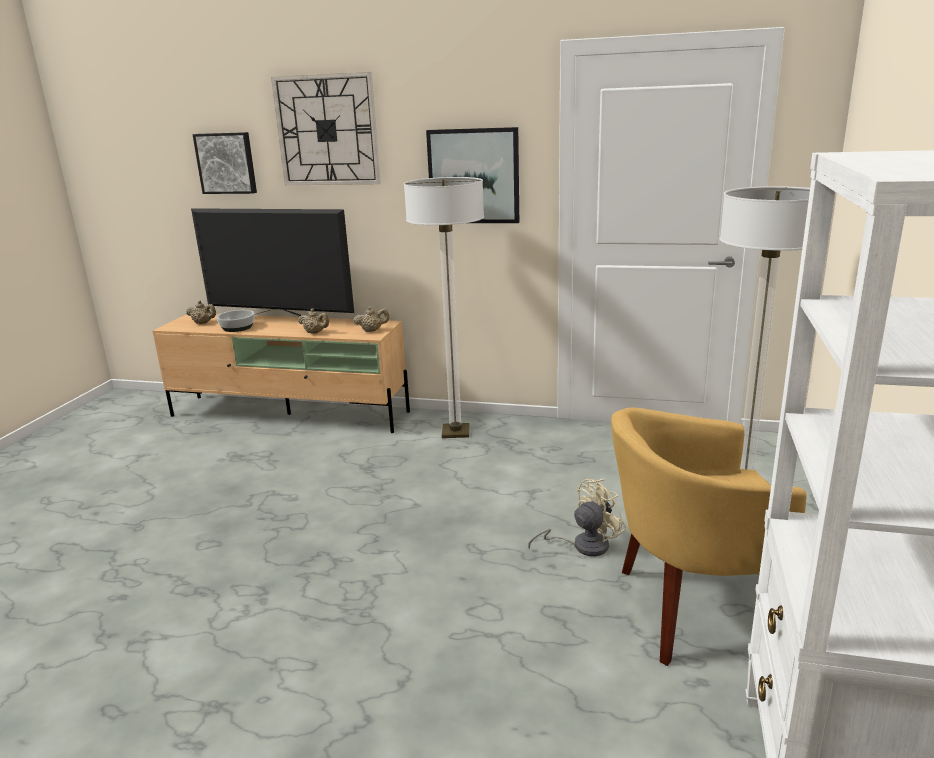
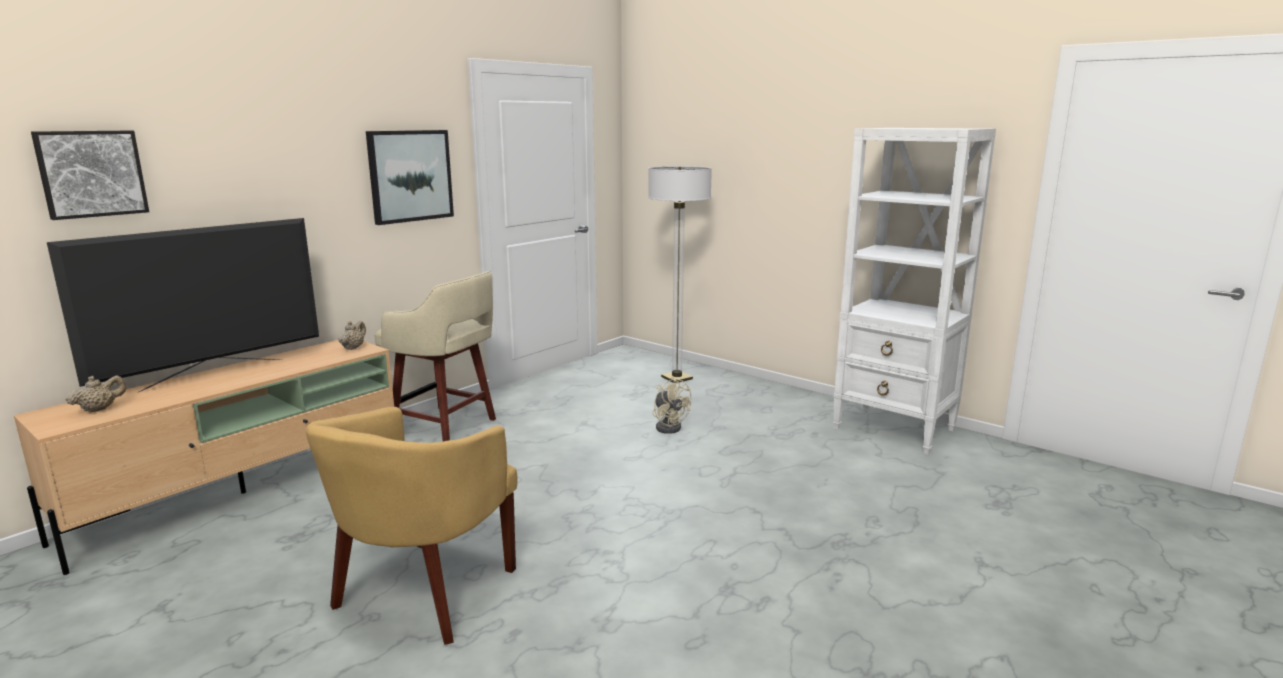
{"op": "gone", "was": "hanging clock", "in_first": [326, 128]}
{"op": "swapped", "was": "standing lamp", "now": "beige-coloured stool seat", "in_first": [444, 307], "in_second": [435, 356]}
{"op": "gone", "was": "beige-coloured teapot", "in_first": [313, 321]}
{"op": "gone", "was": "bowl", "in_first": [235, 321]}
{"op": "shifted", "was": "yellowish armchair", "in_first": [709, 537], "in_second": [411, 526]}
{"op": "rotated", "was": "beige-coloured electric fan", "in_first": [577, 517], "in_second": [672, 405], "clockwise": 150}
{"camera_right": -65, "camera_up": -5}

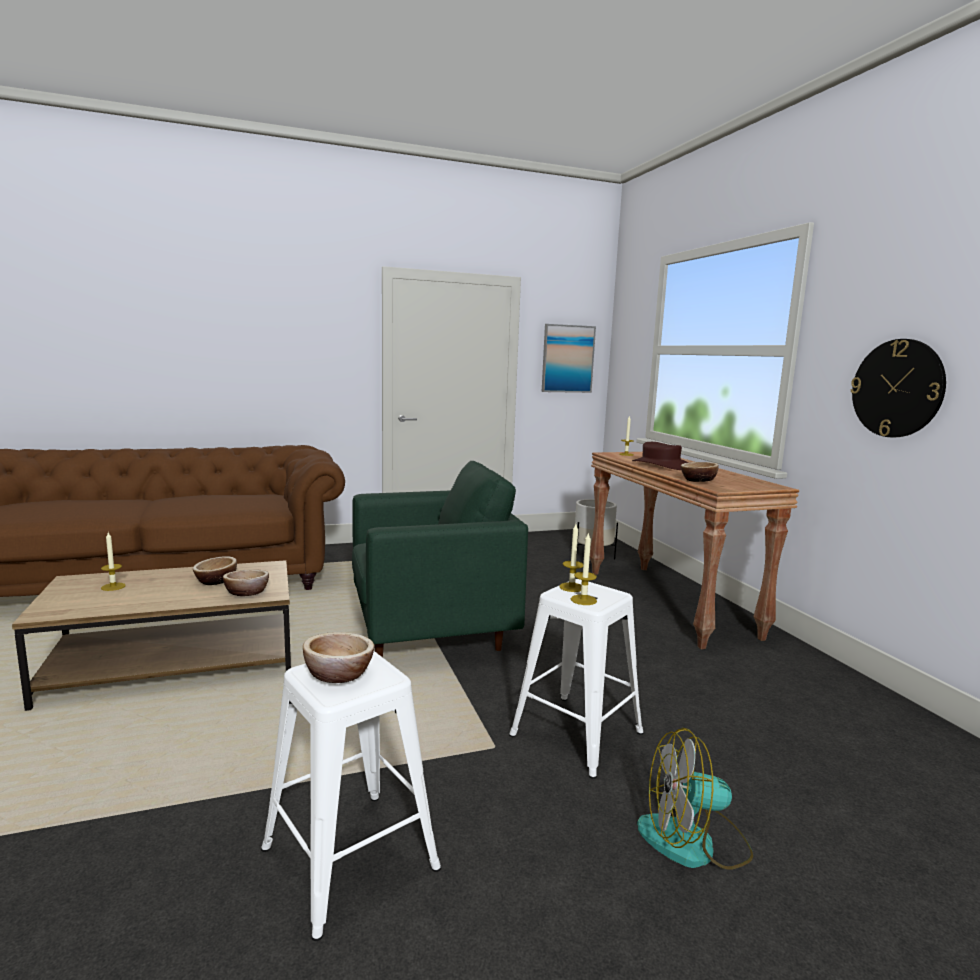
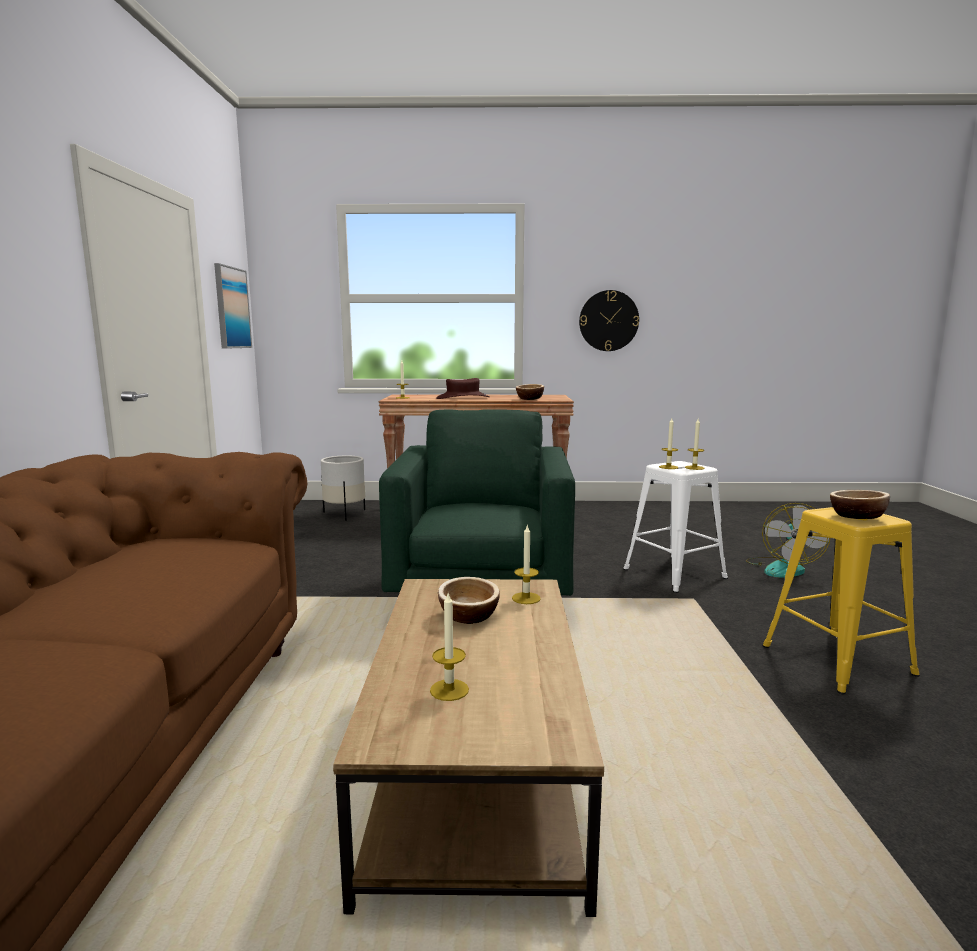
{"op": "swapped", "was": "bowl", "now": "wax light", "in_first": [246, 582], "in_second": [526, 564]}
{"op": "repainted", "was": "whitish stool seat", "now": "yellowish stool seat", "in_first": [351, 796], "in_second": [841, 600]}
{"camera_right": -70, "camera_up": 0}

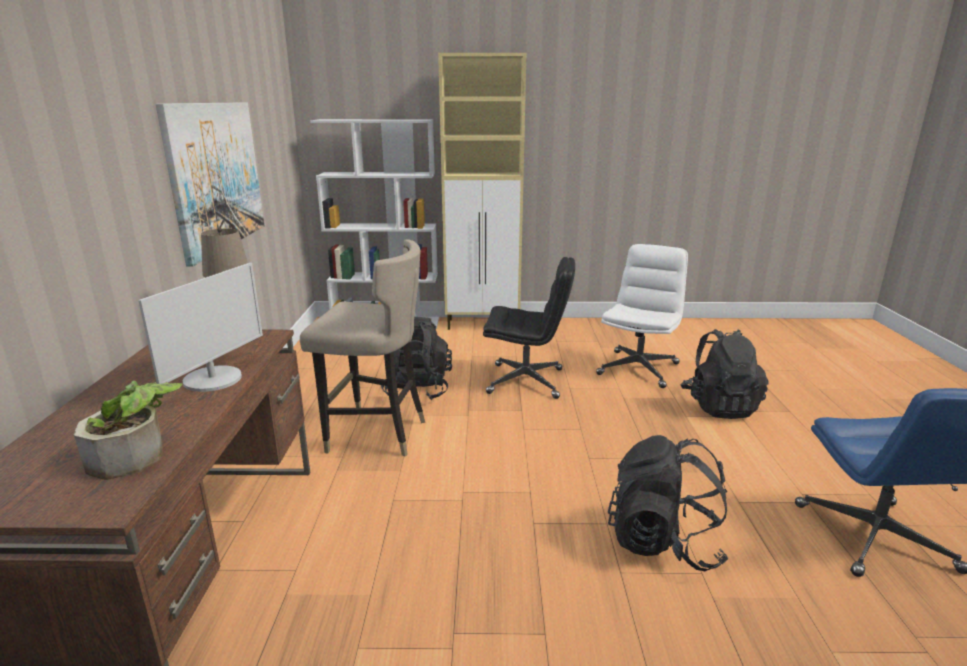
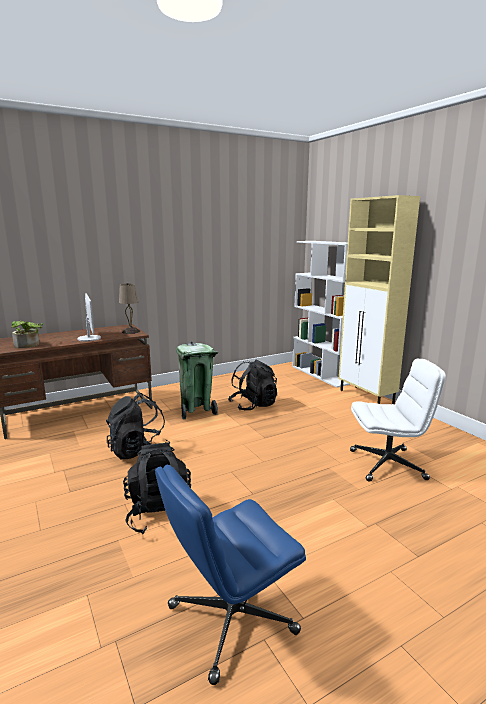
{"op": "gone", "was": "wall picture", "in_first": [210, 185]}
{"op": "swapped", "was": "beige-coloured stool seat", "now": "greenish rubbish bin", "in_first": [362, 348], "in_second": [197, 380]}
{"op": "gone", "was": "black office chair", "in_first": [529, 328]}
{"op": "rotated", "was": "monitor", "in_first": [200, 327], "in_second": [89, 317], "clockwise": -105}
{"op": "shifted", "was": "black rucksack", "in_first": [724, 374], "in_second": [138, 426]}
{"camera_right": 60, "camera_up": -5}

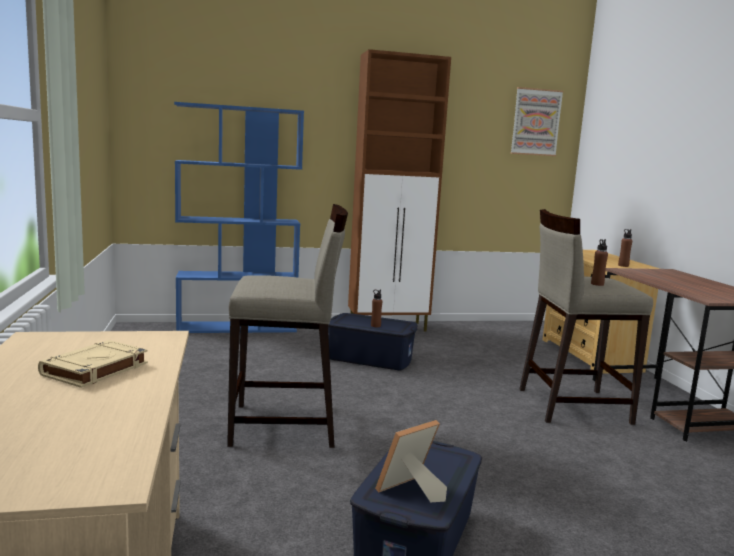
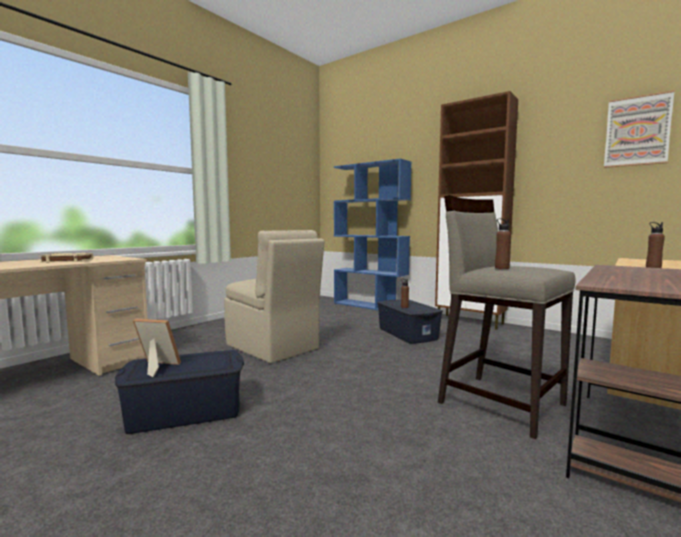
{"op": "swapped", "was": "beige-coloured stool seat", "now": "beige-coloured plain chair", "in_first": [287, 326], "in_second": [274, 296]}
{"camera_right": 50, "camera_up": -5}

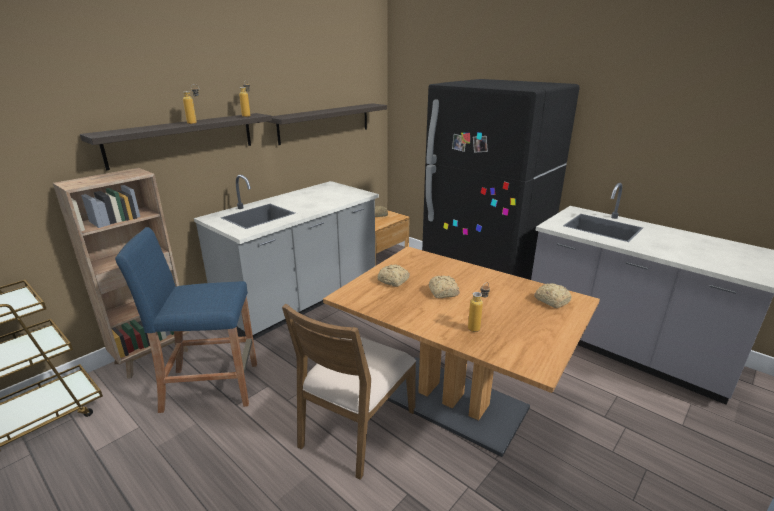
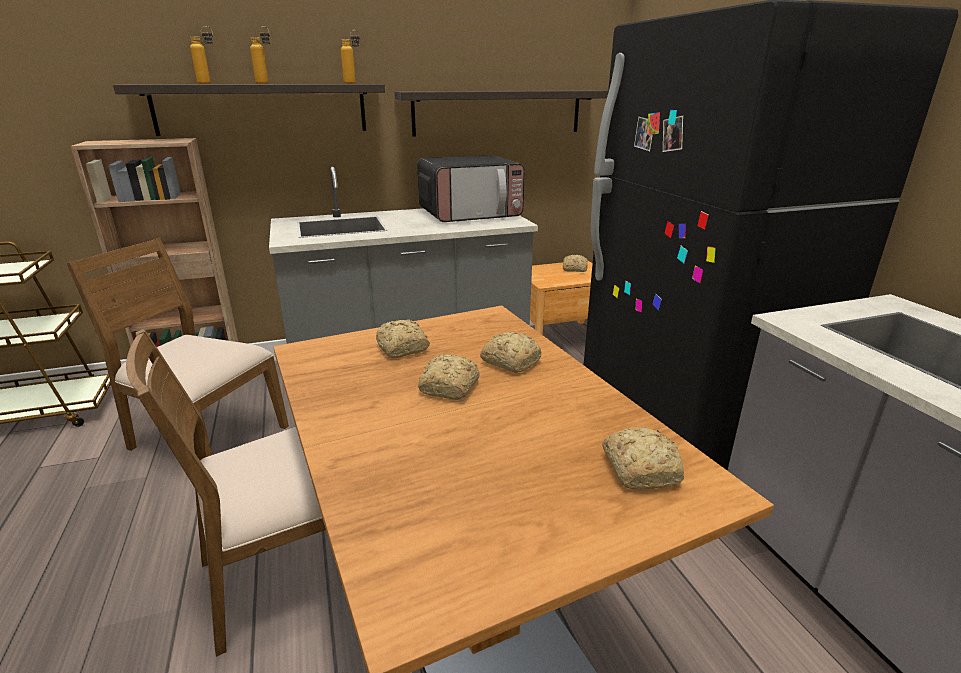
{"op": "swapped", "was": "blue-coloured stool seat", "now": "brown plain chair", "in_first": [186, 320], "in_second": [177, 347]}
{"op": "shifted", "was": "drink bottle", "in_first": [479, 307], "in_second": [201, 55]}
{"op": "new", "now": "microwave", "in_second": [471, 188]}
{"op": "new", "now": "bread", "in_second": [510, 352]}
{"camera_right": 30, "camera_up": 0}

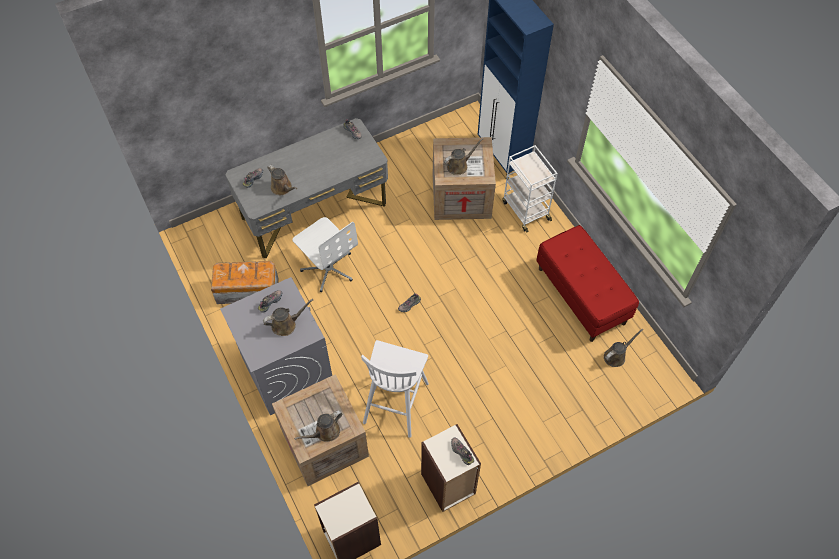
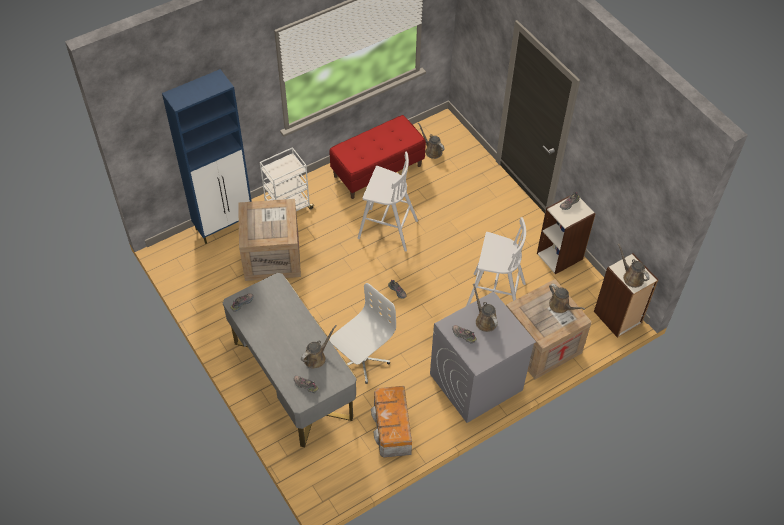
{"op": "shifted", "was": "brown watering pot", "in_first": [463, 156], "in_second": [634, 266]}
{"op": "new", "now": "whitish stool seat", "in_second": [387, 202]}
{"camera_right": -95, "camera_up": -5}

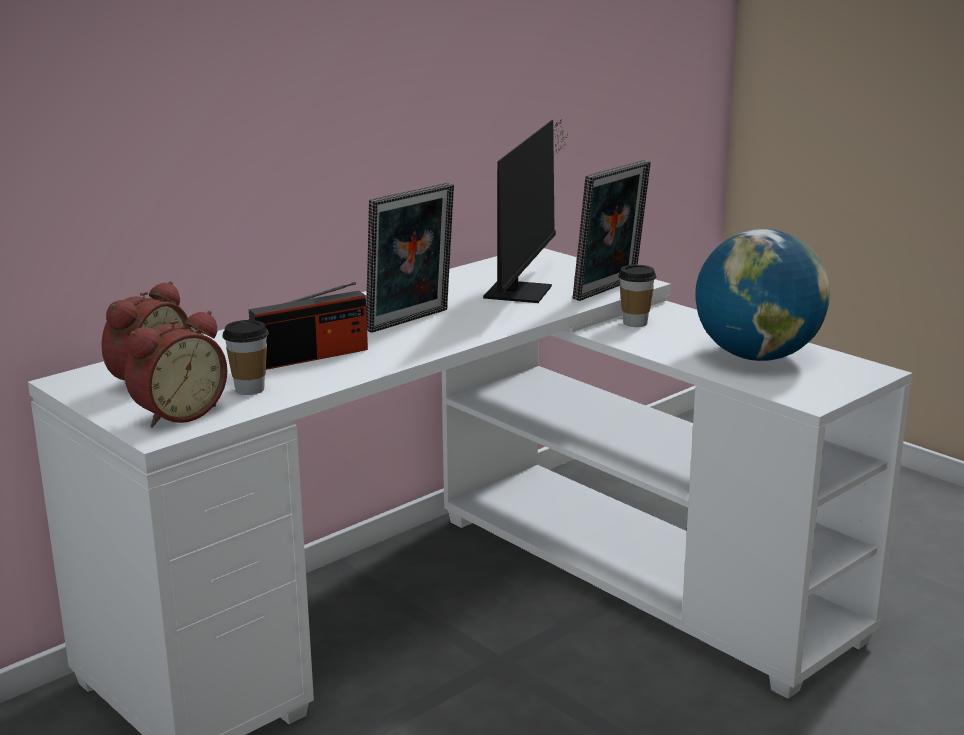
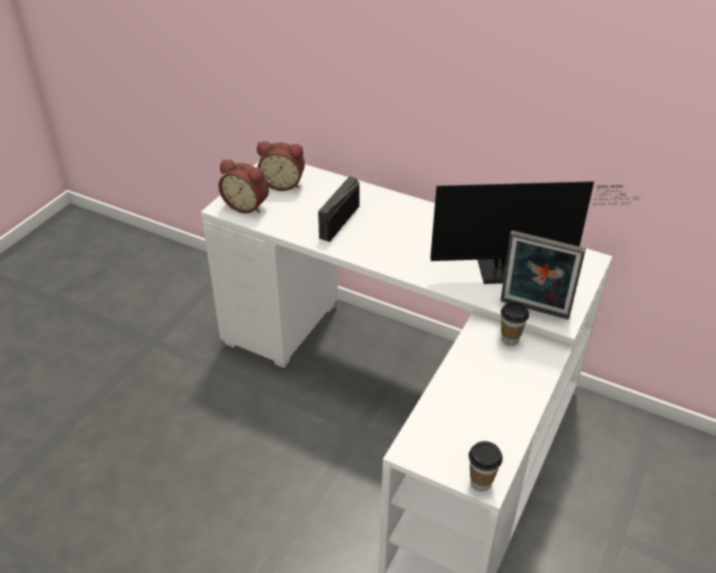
{"op": "gone", "was": "standing frame", "in_first": [410, 258]}
{"op": "gone", "was": "globe", "in_first": [762, 295]}
{"op": "rotated", "was": "radio set", "in_first": [308, 326], "in_second": [339, 209], "clockwise": 75}
{"op": "shifted", "was": "small cup", "in_first": [245, 357], "in_second": [486, 466]}
{"camera_right": 70, "camera_up": 20}

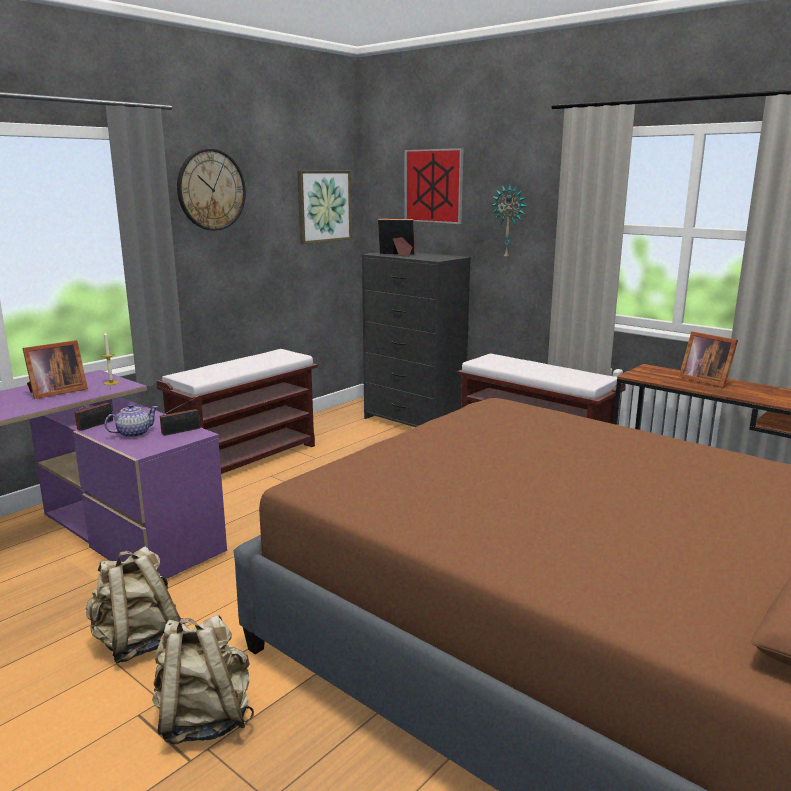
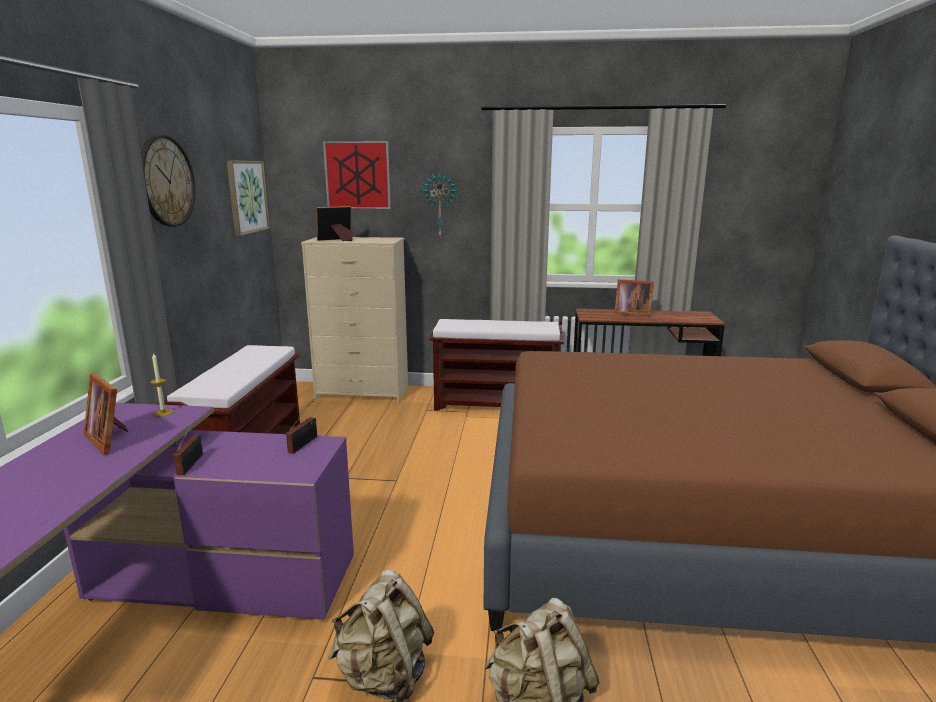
{"op": "repainted", "was": "black dresser", "now": "beige-coloured dresser", "in_first": [416, 339], "in_second": [354, 320]}
{"op": "rotated", "was": "standing frame", "in_first": [55, 369], "in_second": [105, 414], "clockwise": 120}
{"op": "gone", "was": "teapot", "in_first": [131, 421]}
{"camera_right": -35, "camera_up": 0}

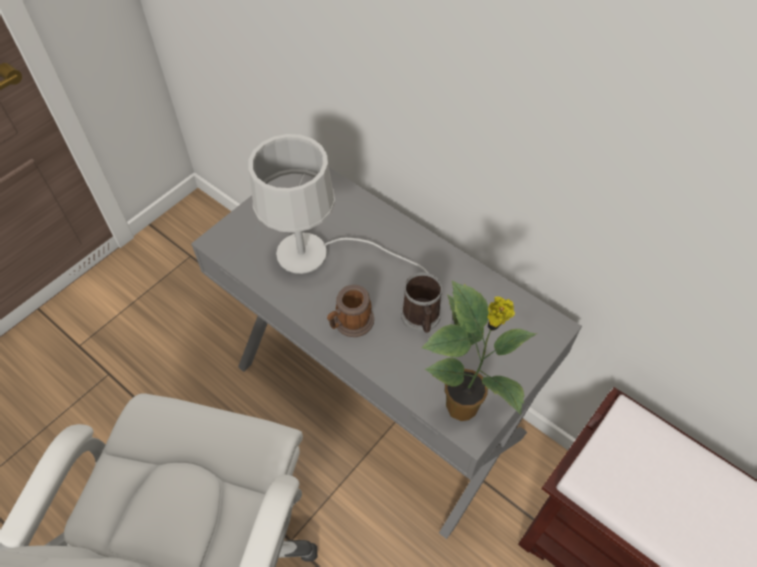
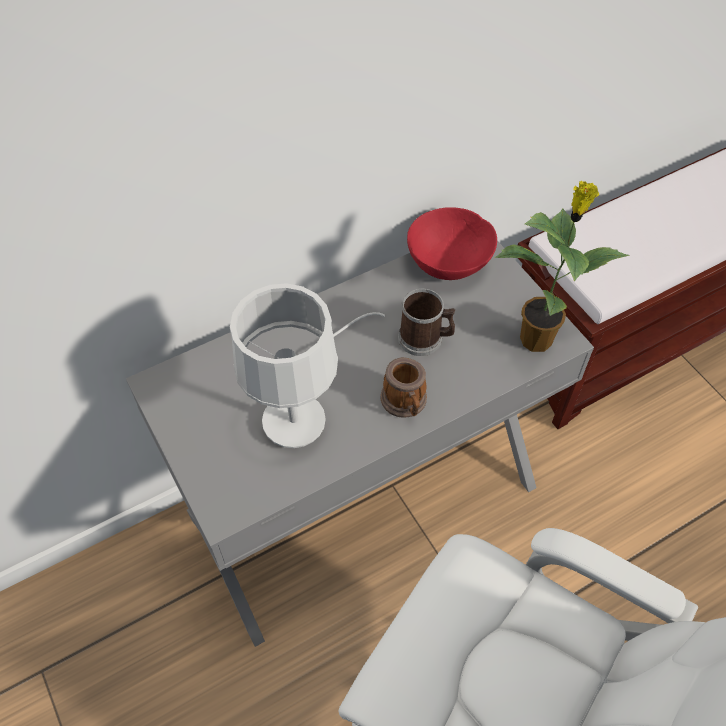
{"op": "new", "now": "reddish bowl", "in_second": [452, 243]}
{"camera_right": -70, "camera_up": 0}

